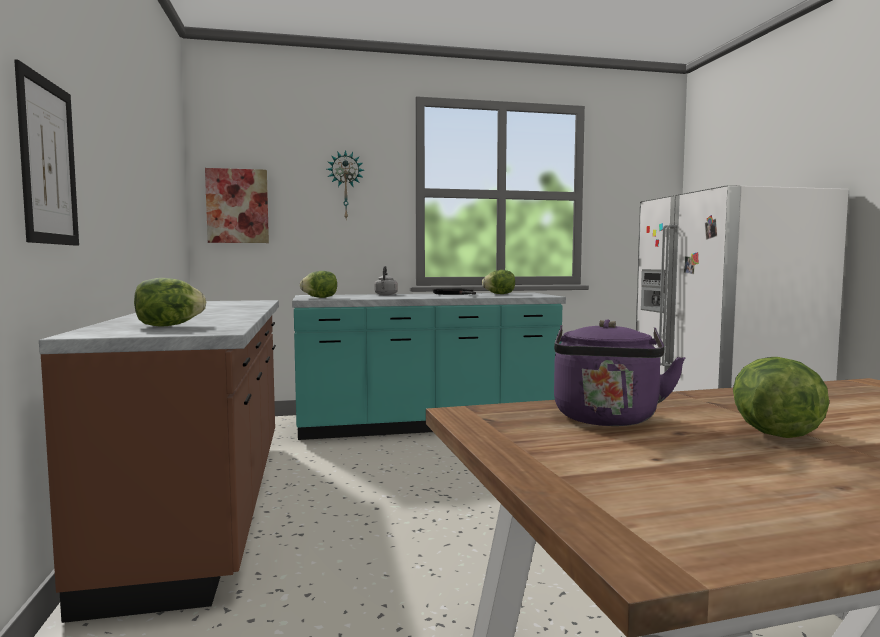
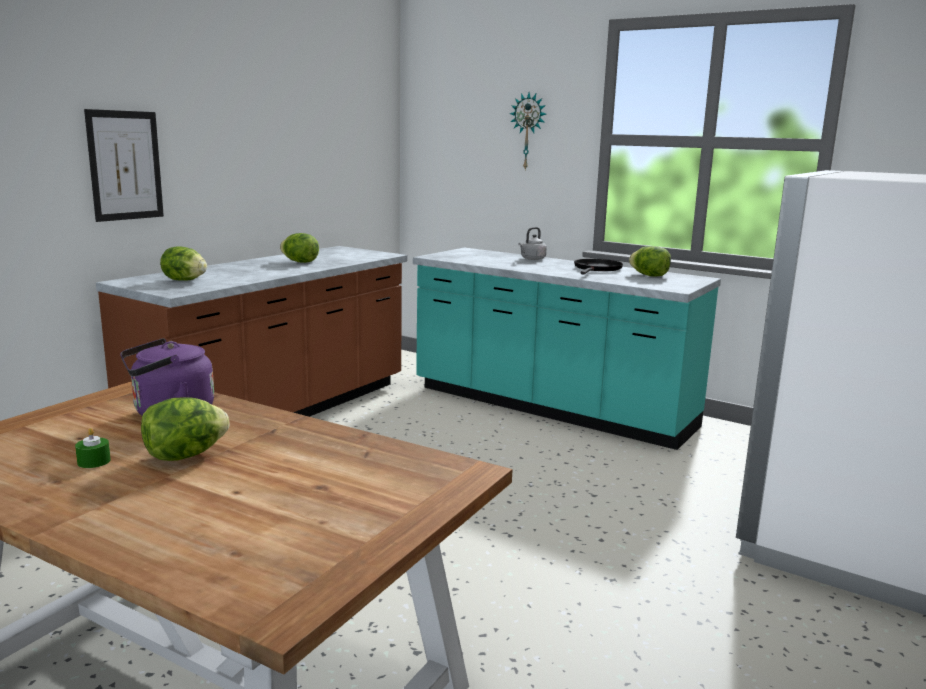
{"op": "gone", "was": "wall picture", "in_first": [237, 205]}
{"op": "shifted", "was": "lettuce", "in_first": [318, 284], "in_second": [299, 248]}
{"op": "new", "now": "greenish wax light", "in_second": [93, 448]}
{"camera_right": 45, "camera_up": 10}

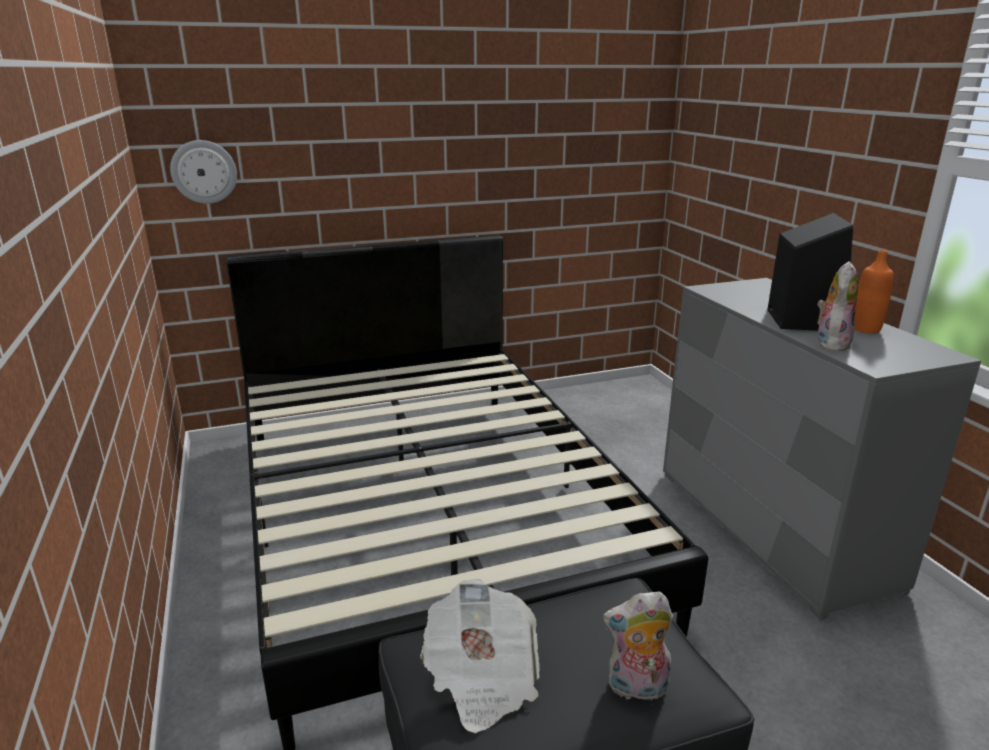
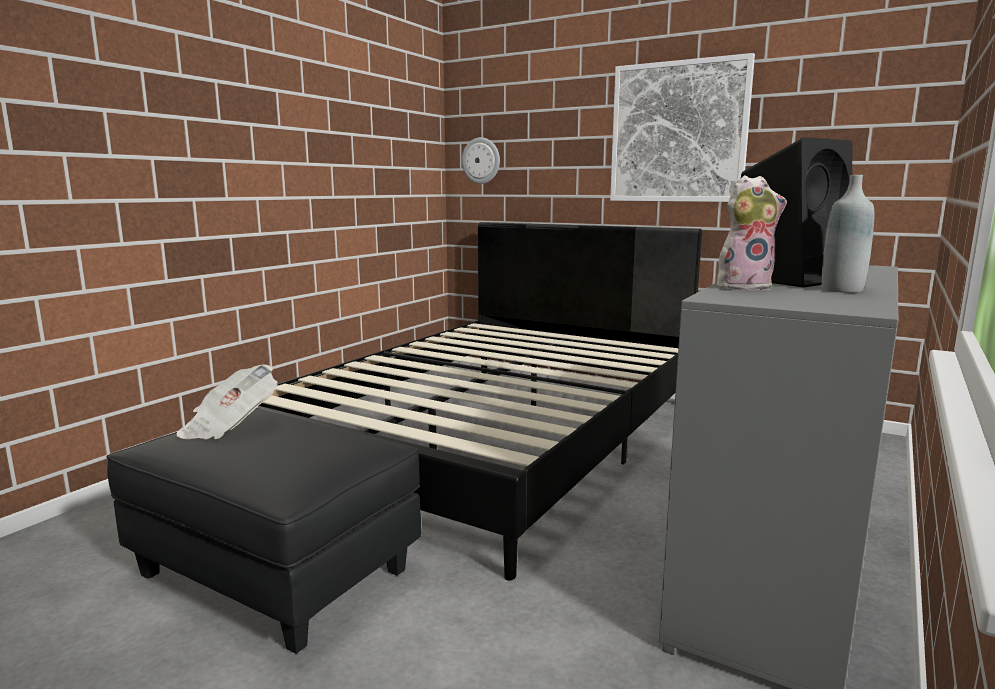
{"op": "repainted", "was": "orange-coloured drink bottle", "now": "grey drink bottle", "in_first": [874, 291], "in_second": [848, 234]}
{"op": "gone", "was": "soft toy", "in_first": [638, 645]}
{"op": "new", "now": "wall picture", "in_second": [682, 127]}
{"camera_right": 50, "camera_up": -10}

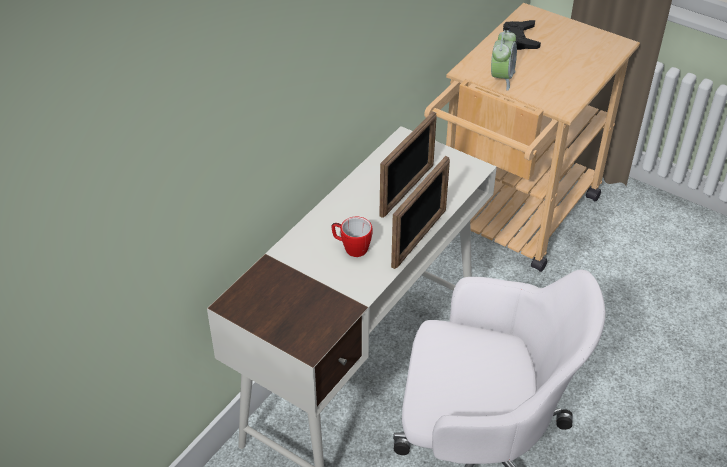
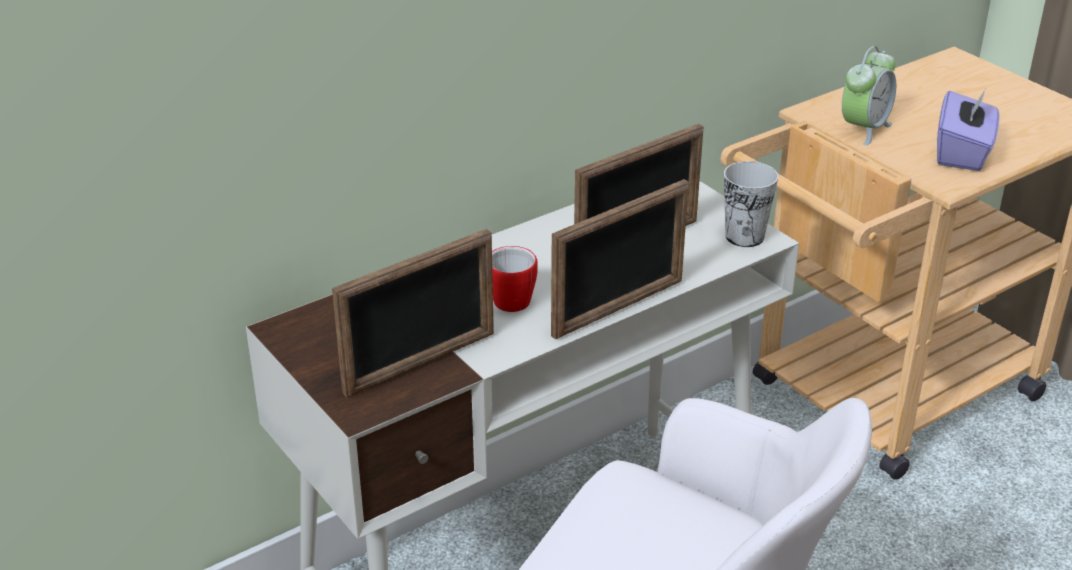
{"op": "gone", "was": "black game controller", "in_first": [522, 35]}
{"op": "new", "now": "purplish tissue box", "in_second": [968, 129]}
{"op": "new", "now": "small cup", "in_second": [751, 204]}
{"op": "new", "now": "standing frame", "in_second": [413, 313]}
{"camera_right": 20, "camera_up": -10}

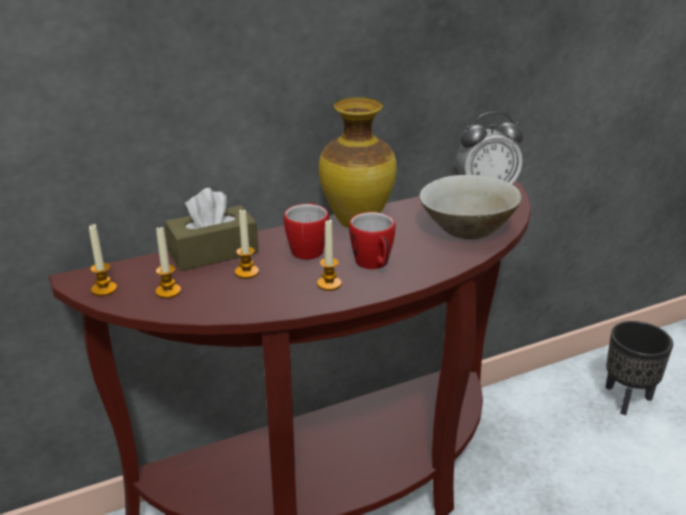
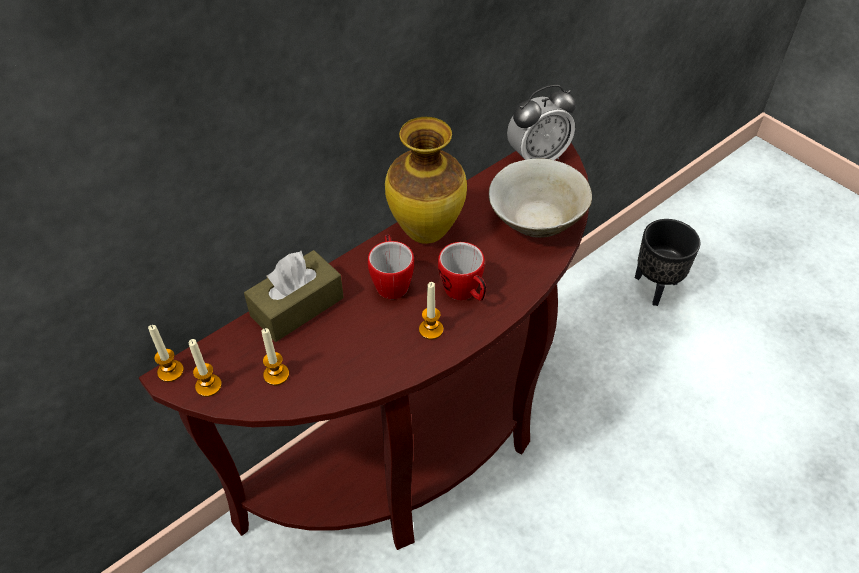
{"op": "shifted", "was": "wax light", "in_first": [247, 243], "in_second": [166, 353]}
{"camera_right": -15, "camera_up": 20}

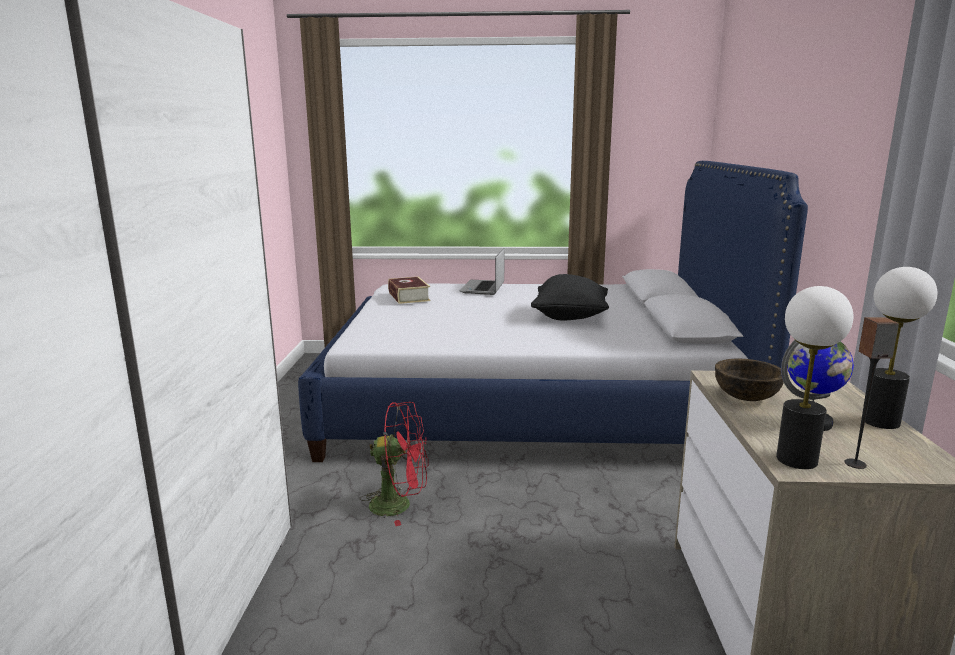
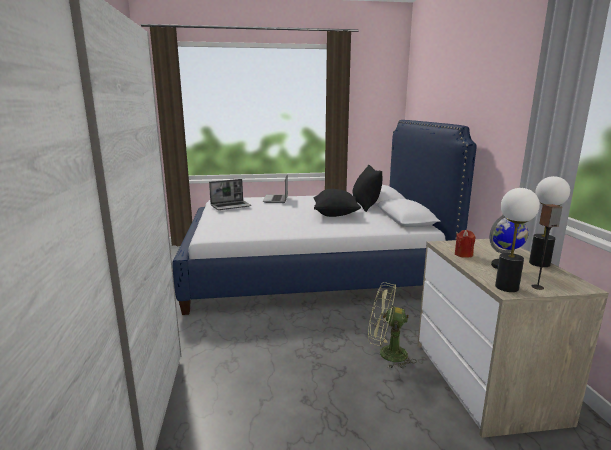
{"op": "swapped", "was": "bound book", "now": "notebook computer", "in_first": [409, 290], "in_second": [230, 194]}
{"op": "swapped", "was": "brown bowl", "now": "reddish wax light", "in_first": [749, 380], "in_second": [465, 244]}
{"op": "gone", "was": "reddish electric fan", "in_first": [394, 464]}
{"op": "new", "now": "black cushion", "in_second": [367, 188]}
{"op": "new", "now": "greenish electric fan", "in_second": [392, 325]}
{"camera_right": -10, "camera_up": 0}

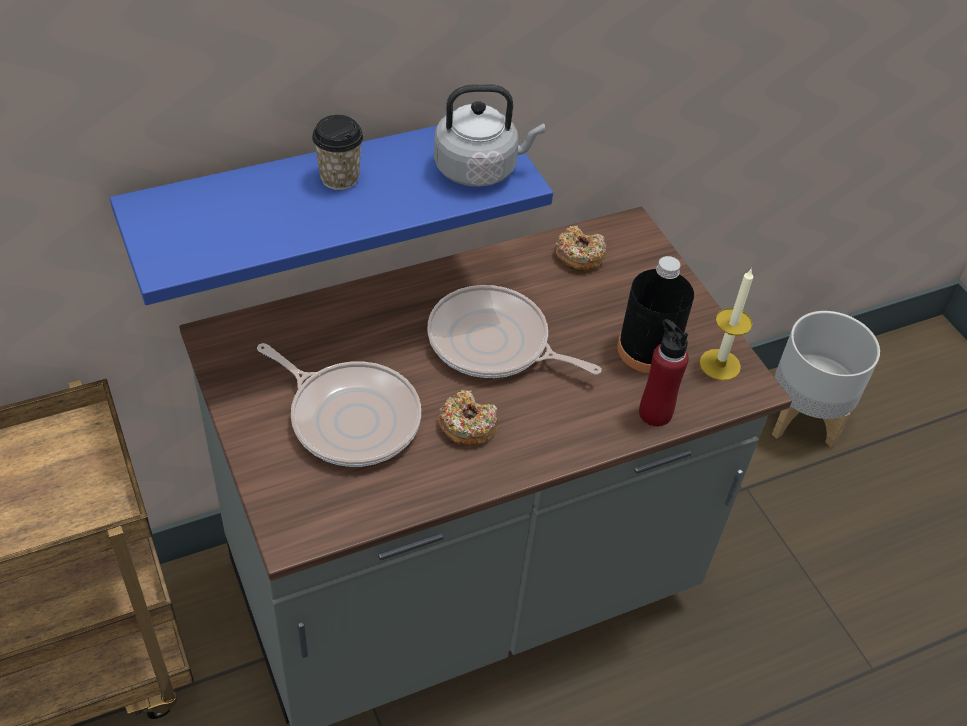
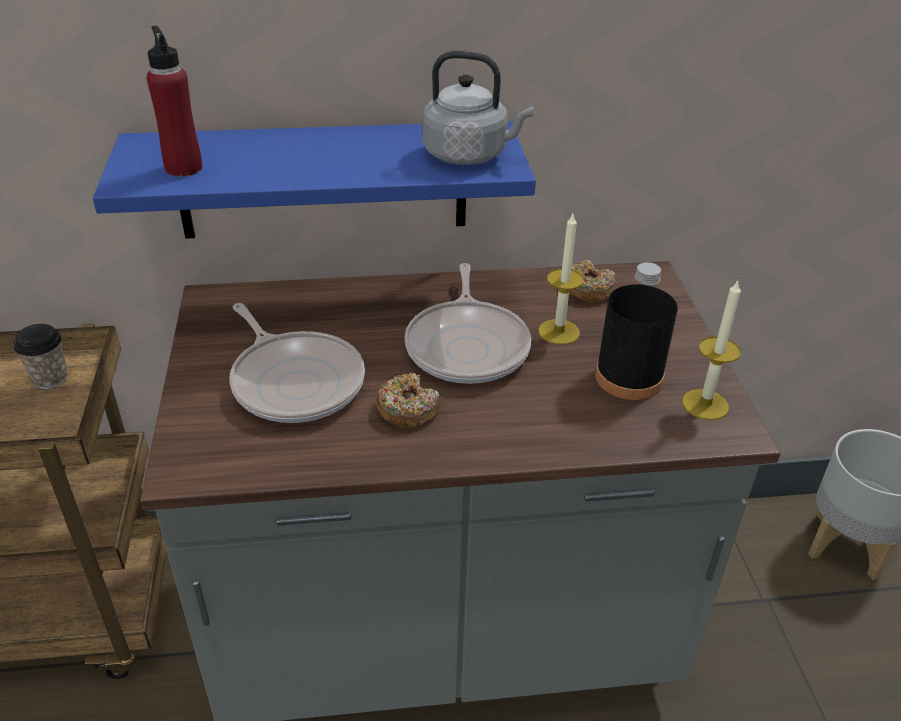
{"op": "shifted", "was": "small cup", "in_first": [337, 152], "in_second": [41, 356]}
{"op": "rotated", "was": "frying pan", "in_first": [515, 331], "in_second": [468, 323], "clockwise": -135}
{"op": "shifted", "was": "reddish drink bottle", "in_first": [664, 373], "in_second": [174, 101]}
{"op": "new", "now": "wax light", "in_second": [561, 279]}
{"camera_right": 20, "camera_up": -10}

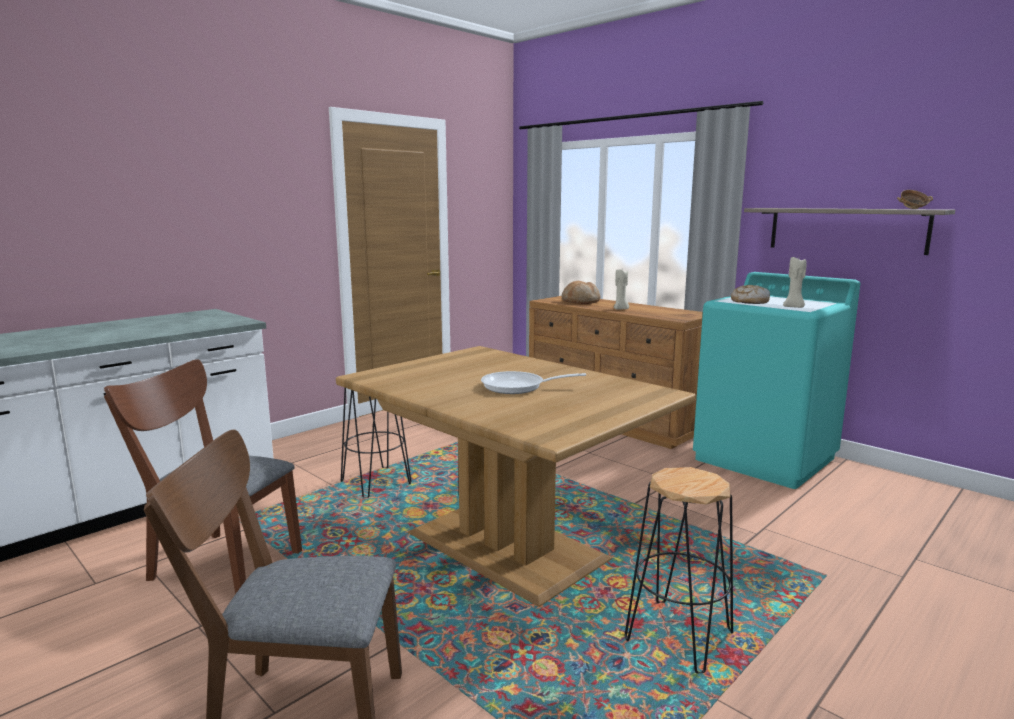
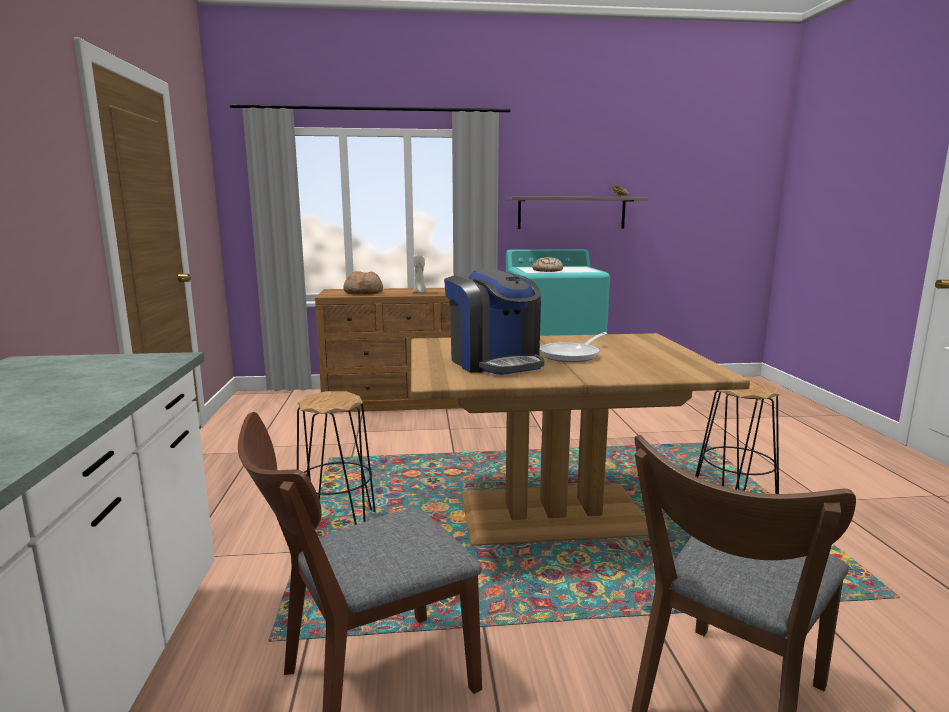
{"op": "gone", "was": "beige-coloured wax light", "in_first": [795, 282]}
{"op": "new", "now": "coffee maker", "in_second": [494, 322]}
{"camera_right": -50, "camera_up": 0}

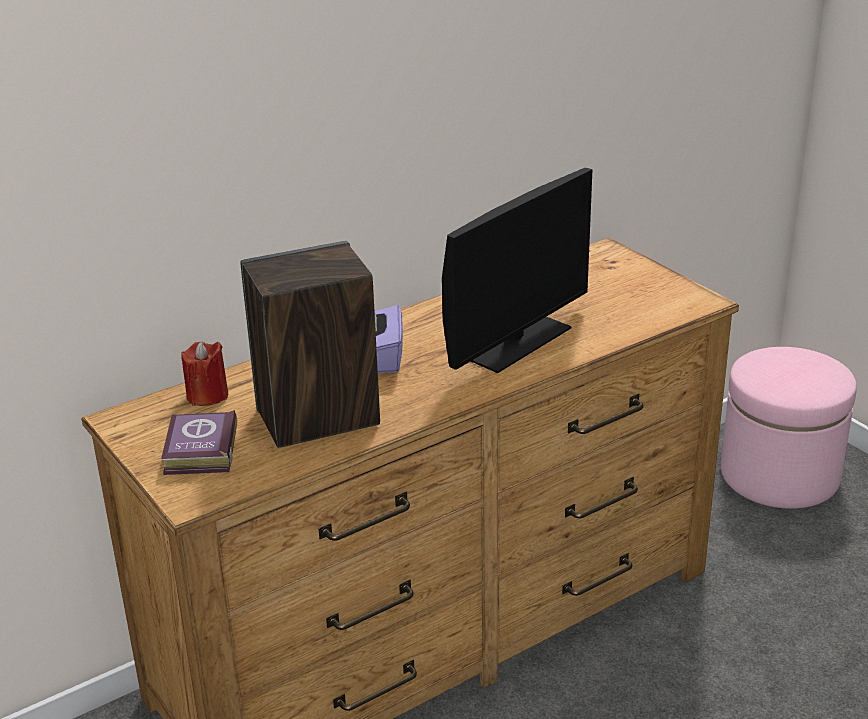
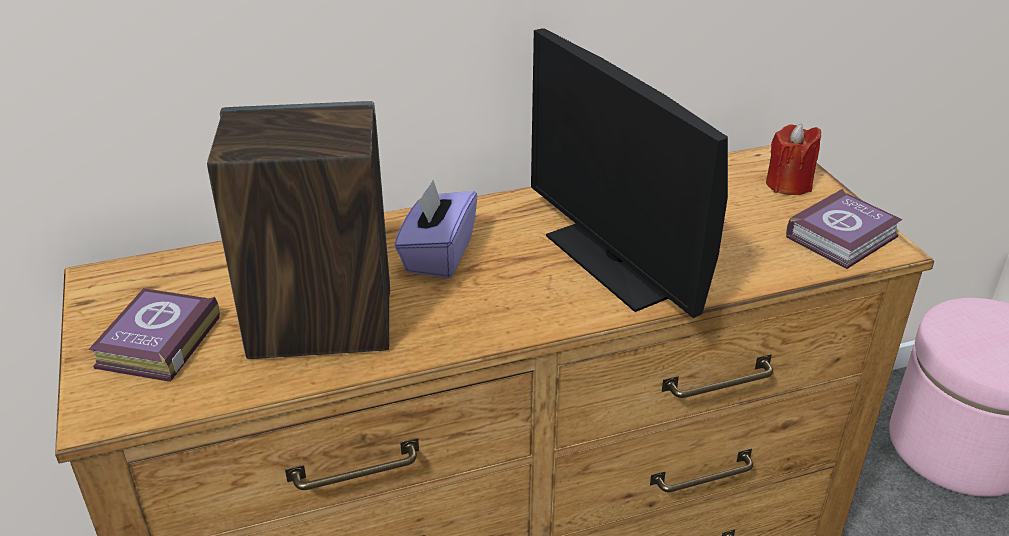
{"op": "rotated", "was": "monitor", "in_first": [517, 270], "in_second": [629, 173], "clockwise": 90}
{"op": "shifted", "was": "reddish wax light", "in_first": [204, 373], "in_second": [793, 159]}
{"op": "new", "now": "bound book", "in_second": [844, 229]}
{"camera_right": 15, "camera_up": 5}

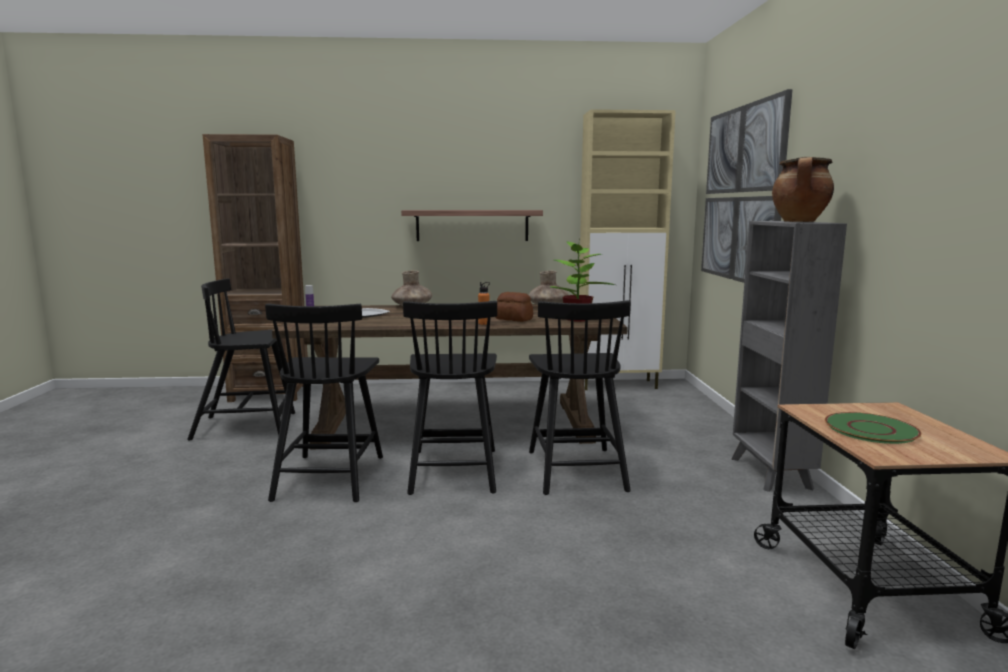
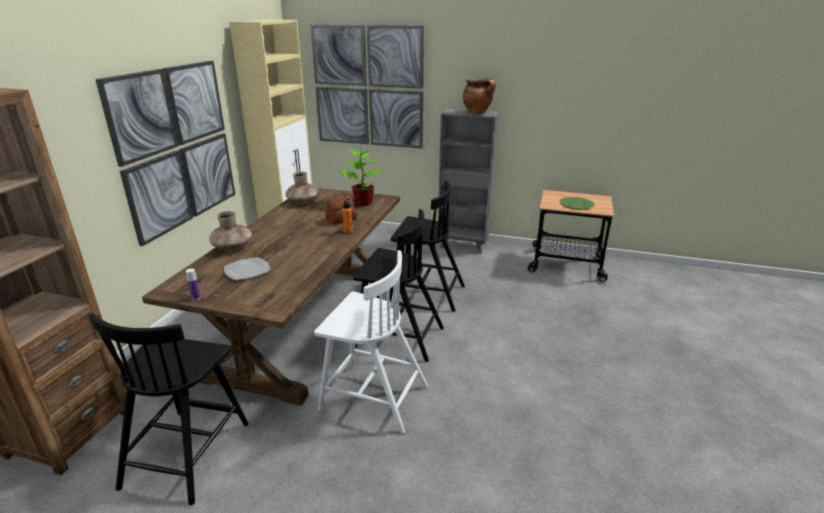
{"op": "swapped", "was": "shelf", "now": "wall picture", "in_first": [472, 225], "in_second": [165, 153]}
{"op": "repainted", "was": "black plain chair", "now": "whitish plain chair", "in_first": [324, 402], "in_second": [371, 342]}
{"camera_right": -70, "camera_up": 15}

